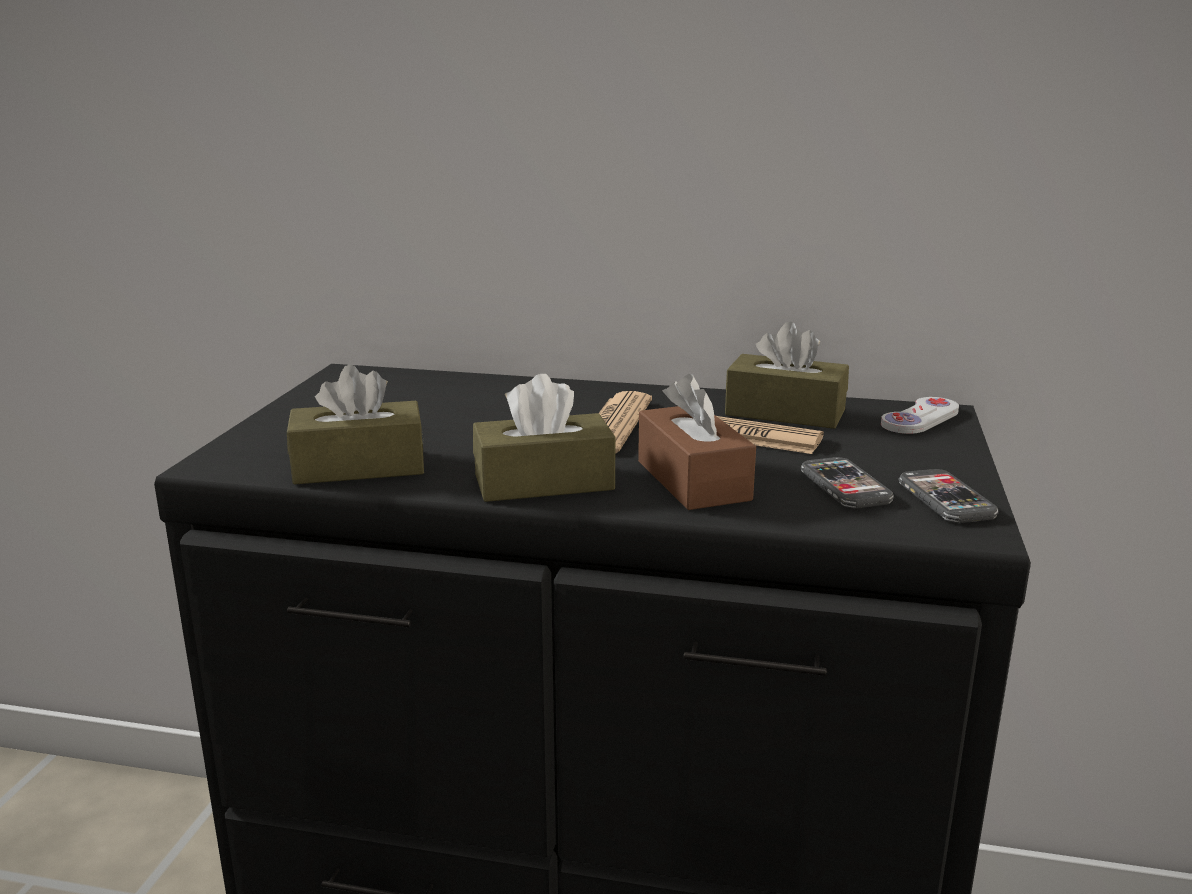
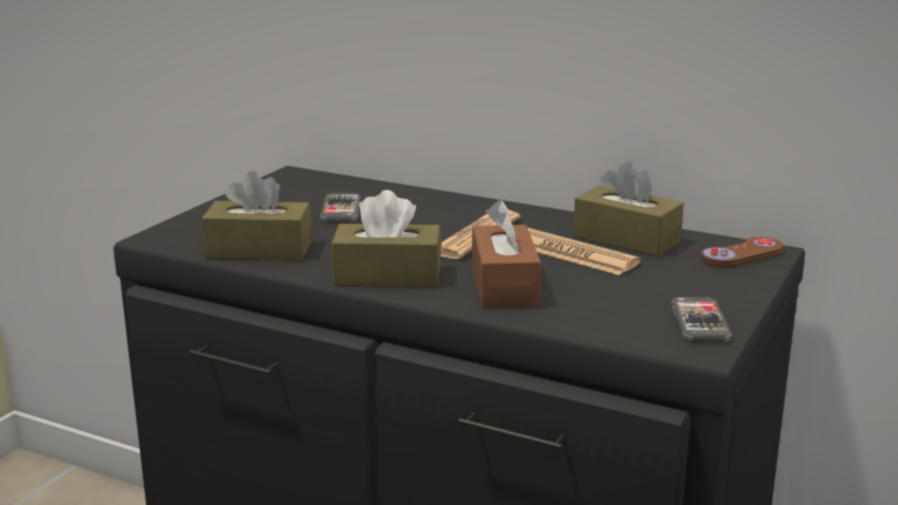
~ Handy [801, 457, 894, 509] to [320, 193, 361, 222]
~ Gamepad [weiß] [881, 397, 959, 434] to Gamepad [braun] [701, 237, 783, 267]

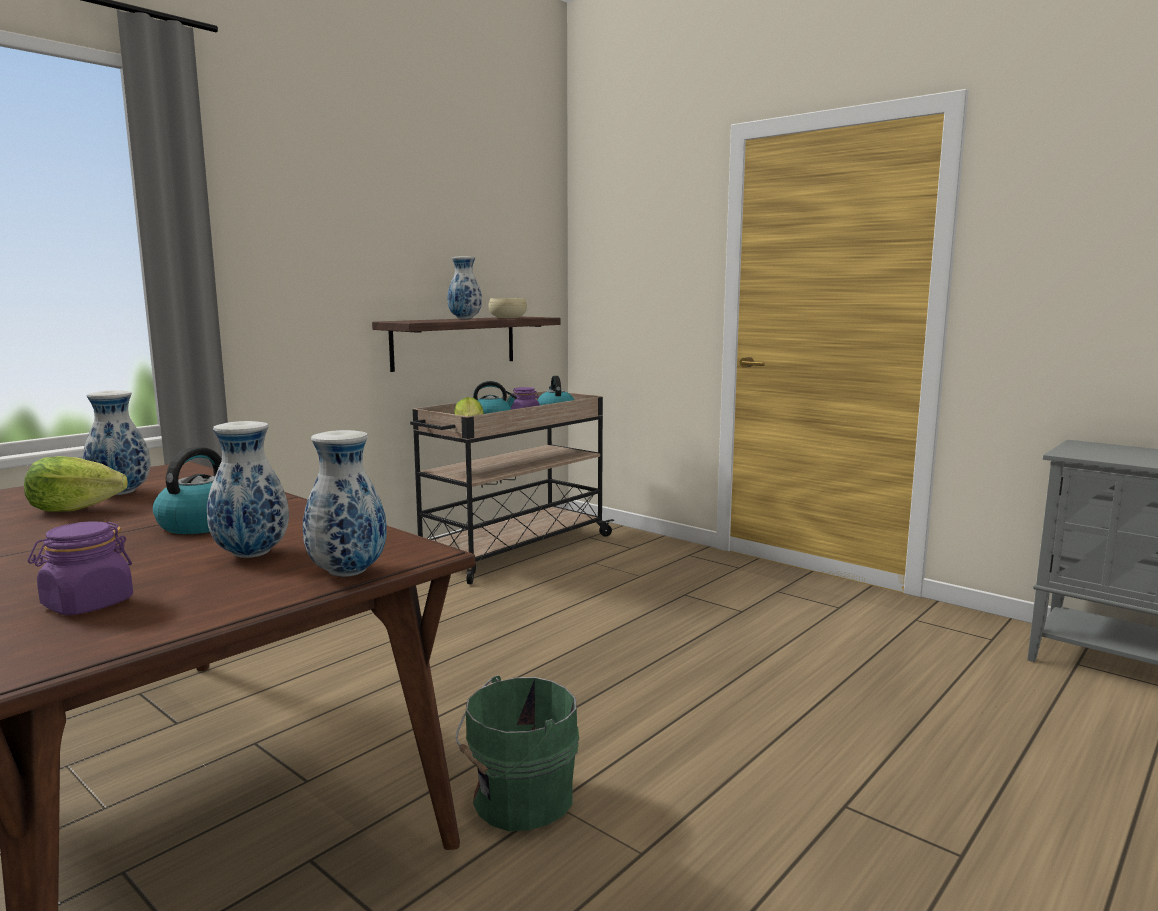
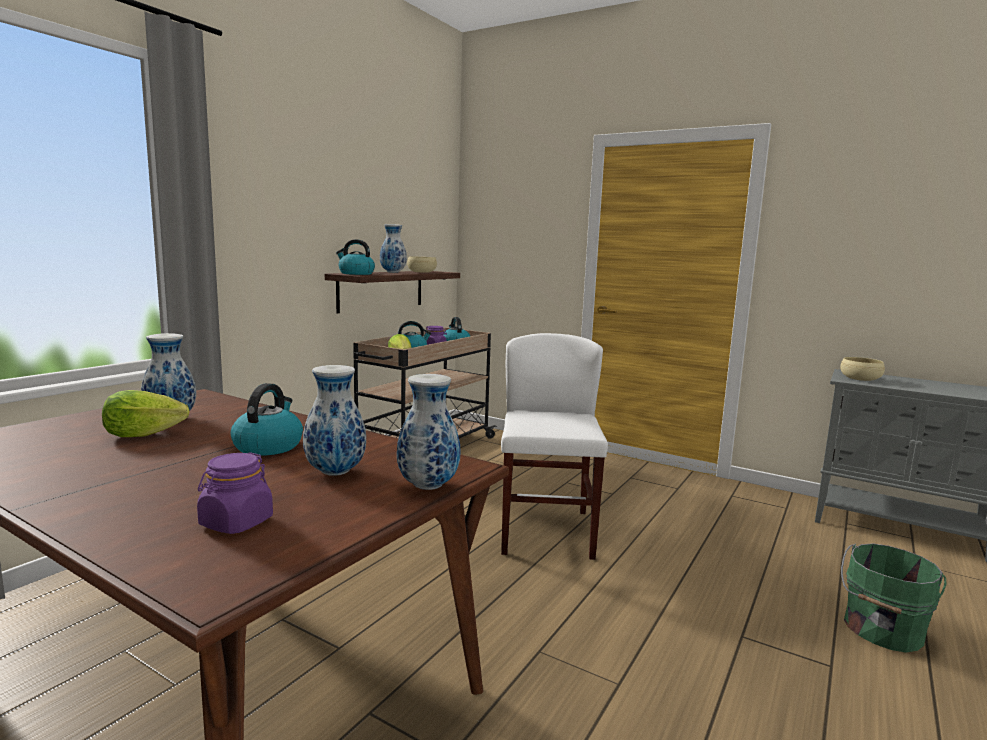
+ Wasserkessel [336, 239, 375, 275]
+ Stuhl [weiß] [501, 333, 608, 560]
+ Schüssel [beige] [840, 357, 885, 381]
~ Eimer [grün] [456, 675, 579, 831] to [841, 543, 946, 653]

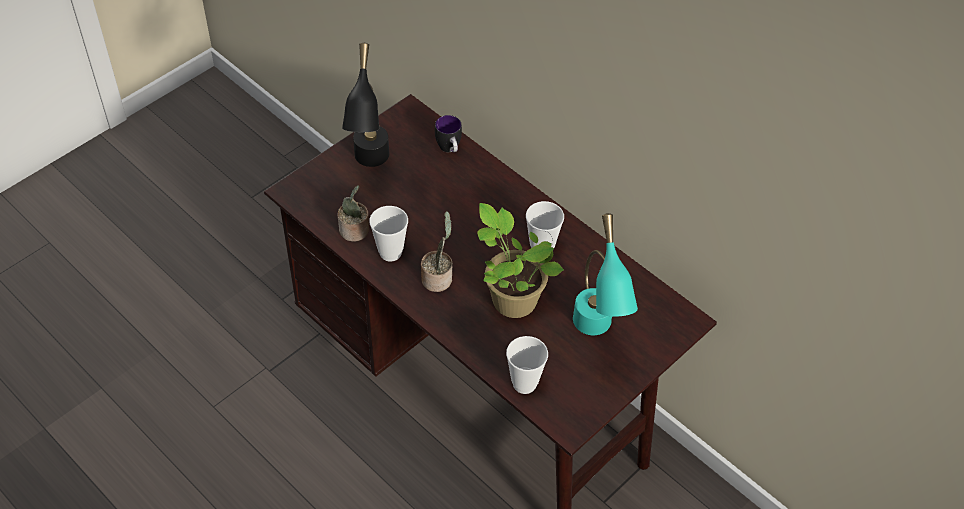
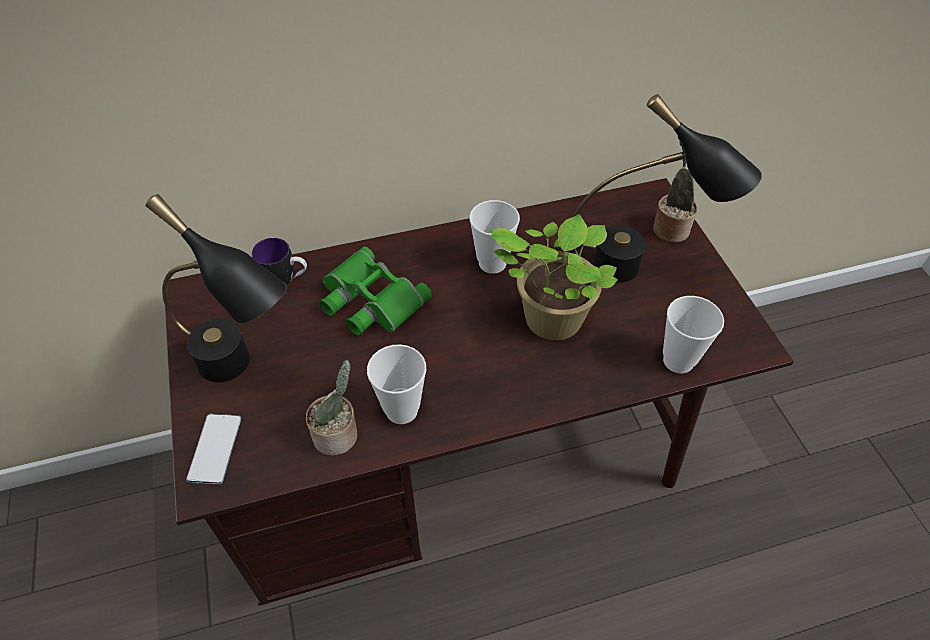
+ Handy [186, 414, 241, 485]
+ Fernglas [grün] [319, 247, 432, 336]
~ Tischlampe [türkis] [573, 213, 638, 335] to Tischlampe [schwarz] [573, 94, 762, 282]
~ Topfpflanze [421, 211, 453, 292] to [653, 136, 697, 243]

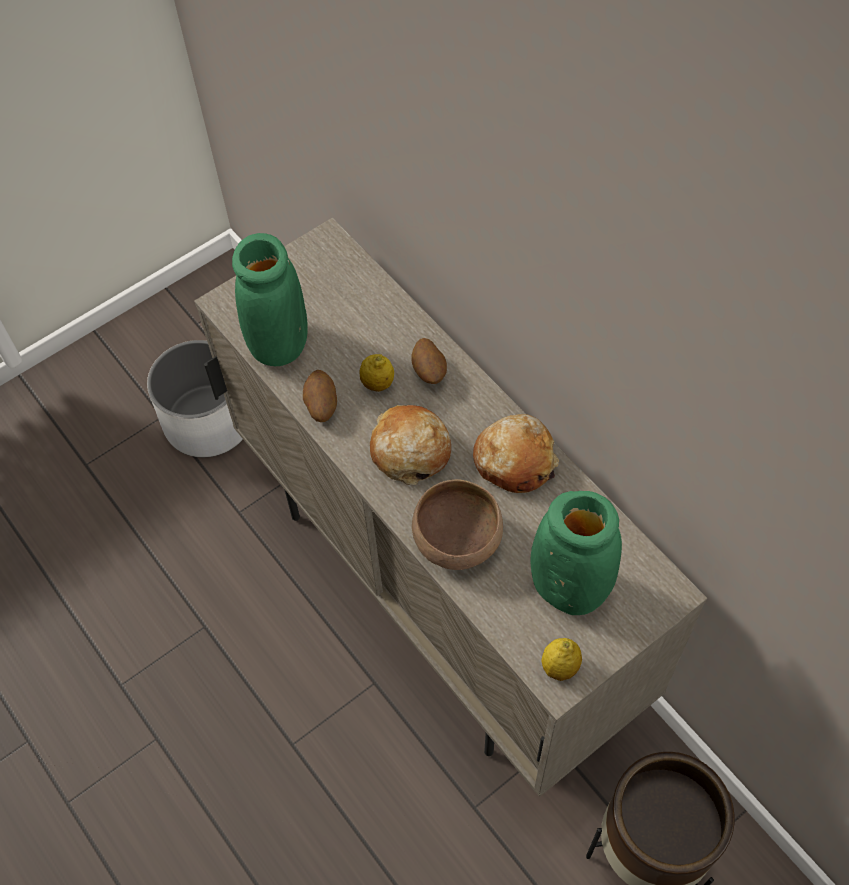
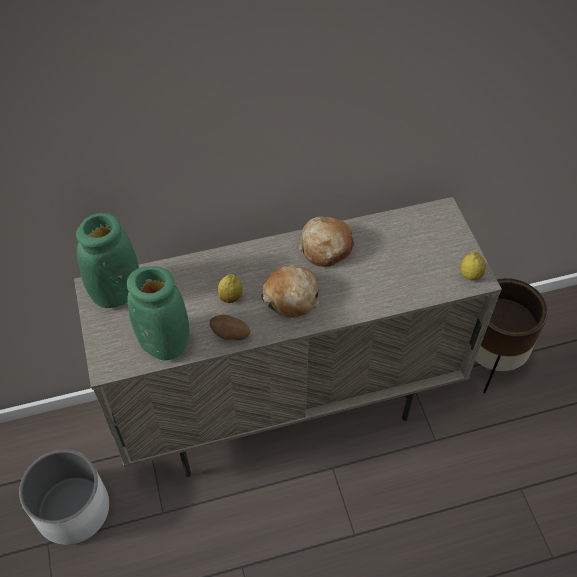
~ Vase [grün] [530, 491, 622, 615] to [76, 213, 139, 308]
- Kartoffel [412, 338, 447, 384]
- Schüssel [braun] [412, 479, 503, 570]

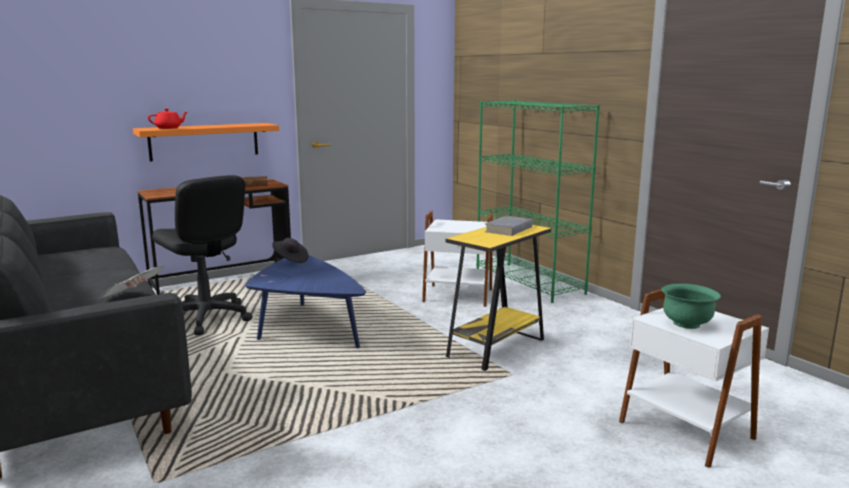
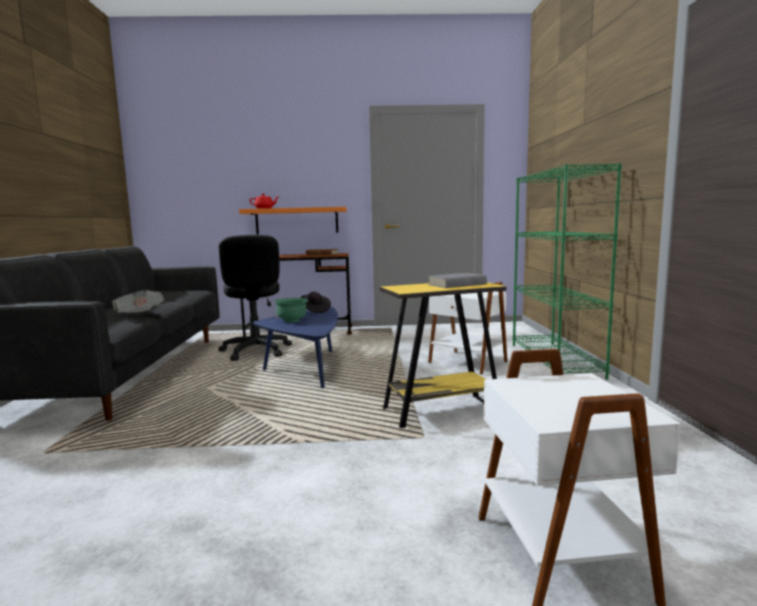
~ Schüssel [grün] [661, 283, 721, 329] to [274, 298, 308, 323]

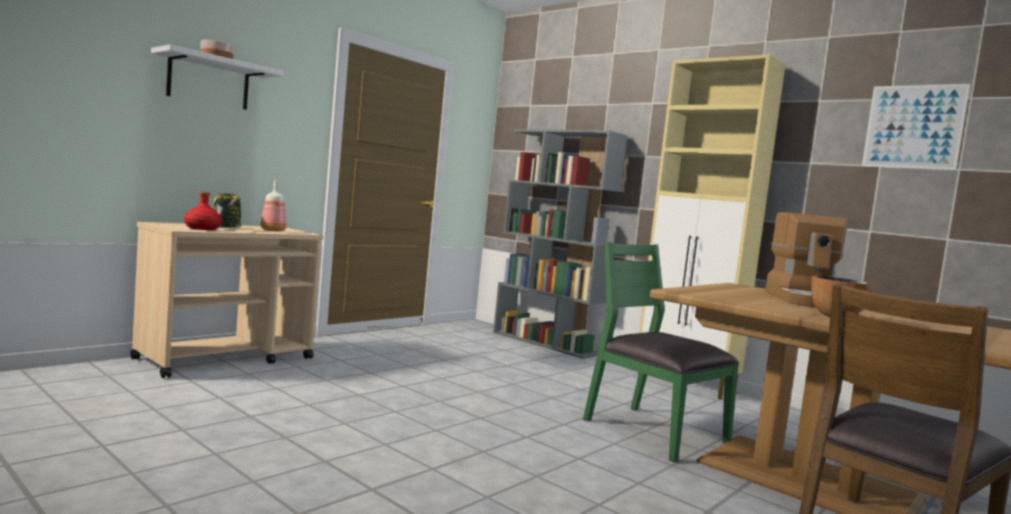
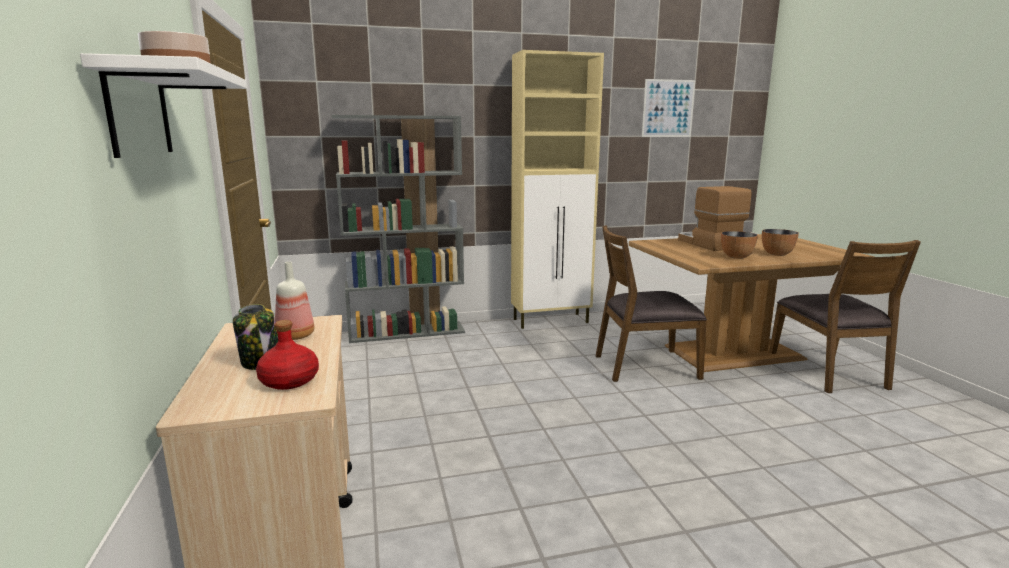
~ Stuhl [grün] [583, 242, 739, 463] to Stuhl [braun] [596, 225, 707, 382]
~ Kaffeemaschine [765, 212, 848, 307] = [678, 186, 751, 251] 150 degrees counterclockwise
+ Schüssel [721, 231, 758, 259]

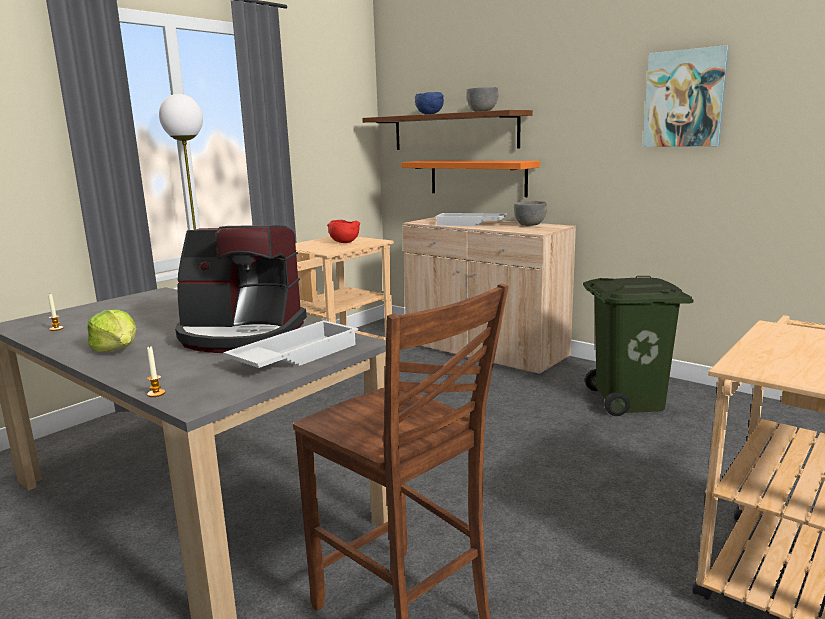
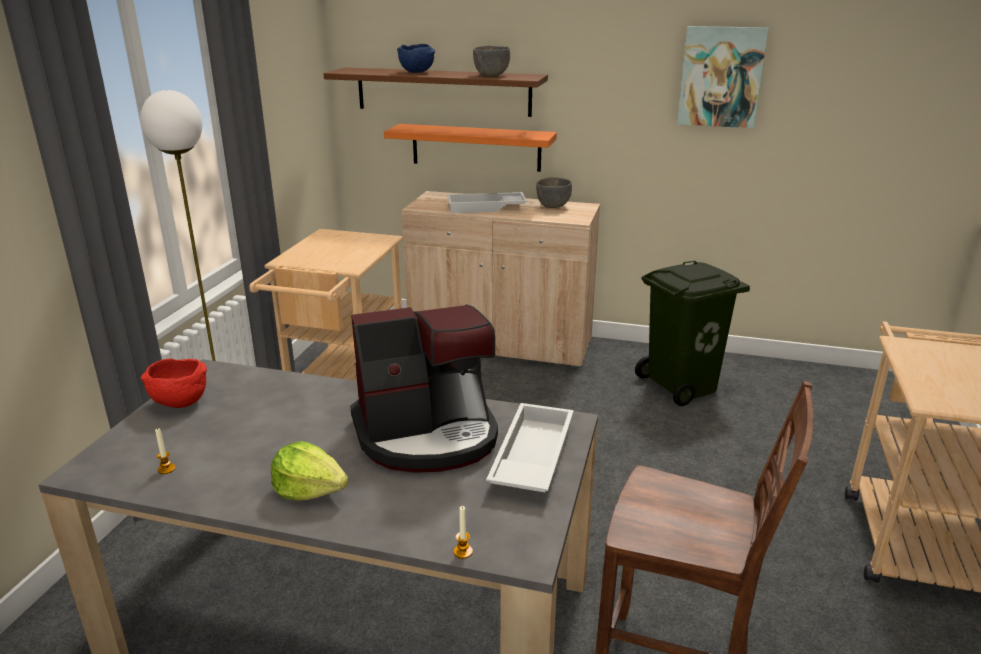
~ Schüssel [rot] [327, 220, 360, 243] to [141, 358, 207, 408]

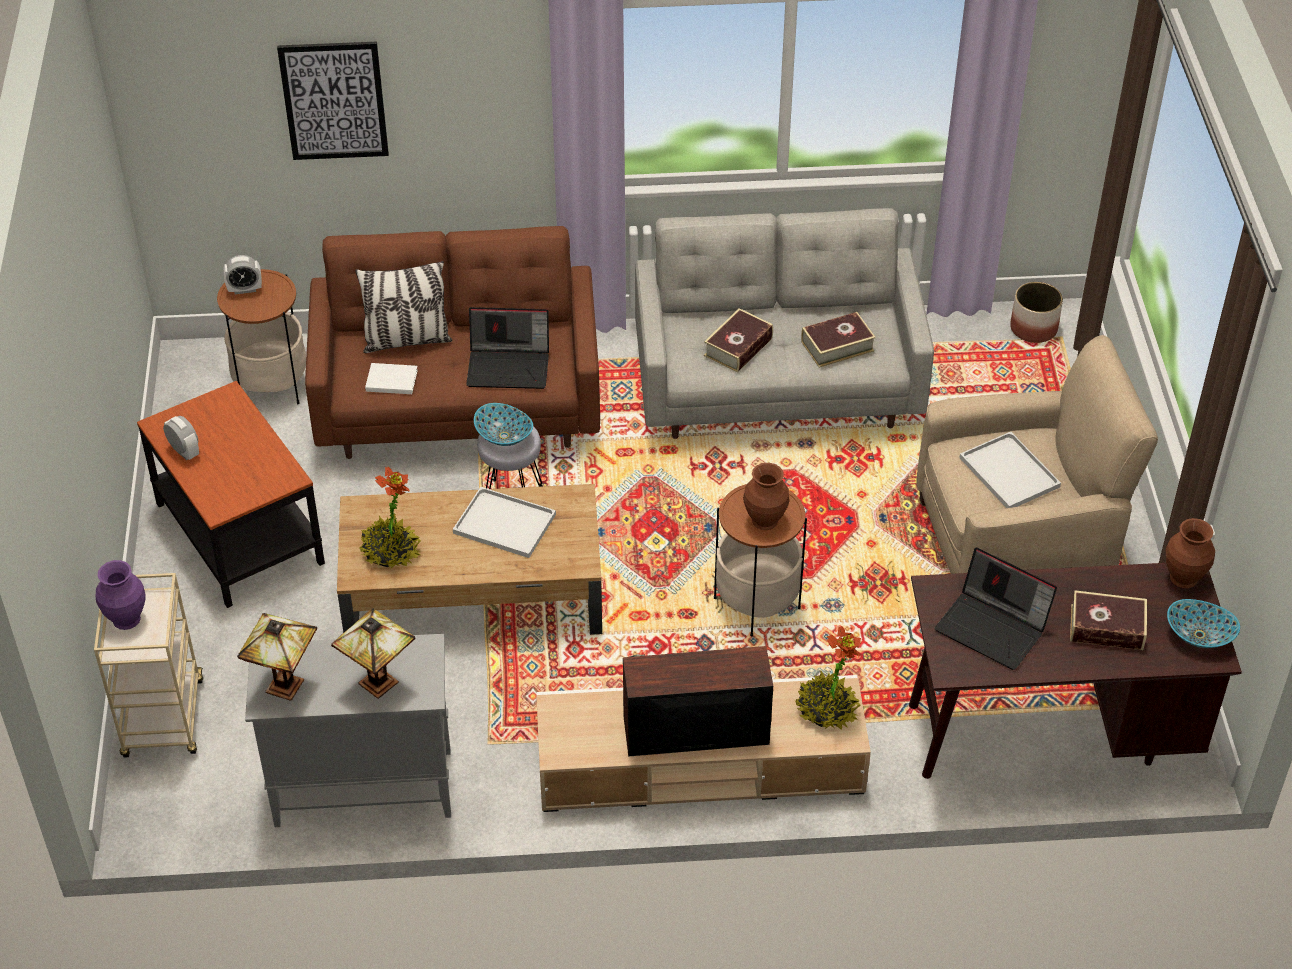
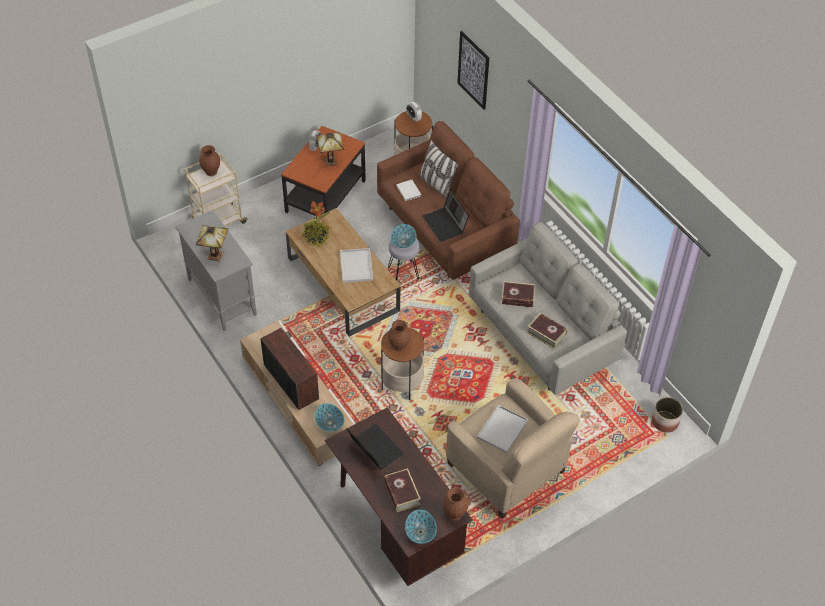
~ Vase [lila] [95, 560, 146, 630] to Vase [braun] [199, 145, 220, 176]
~ Topfpflanze [795, 626, 861, 730] to Schüssel [315, 403, 344, 431]
~ Tischlampe [237, 613, 317, 701] to [317, 132, 344, 167]
~ Laptop [934, 548, 1057, 670] = [346, 424, 404, 470] 135 degrees clockwise

